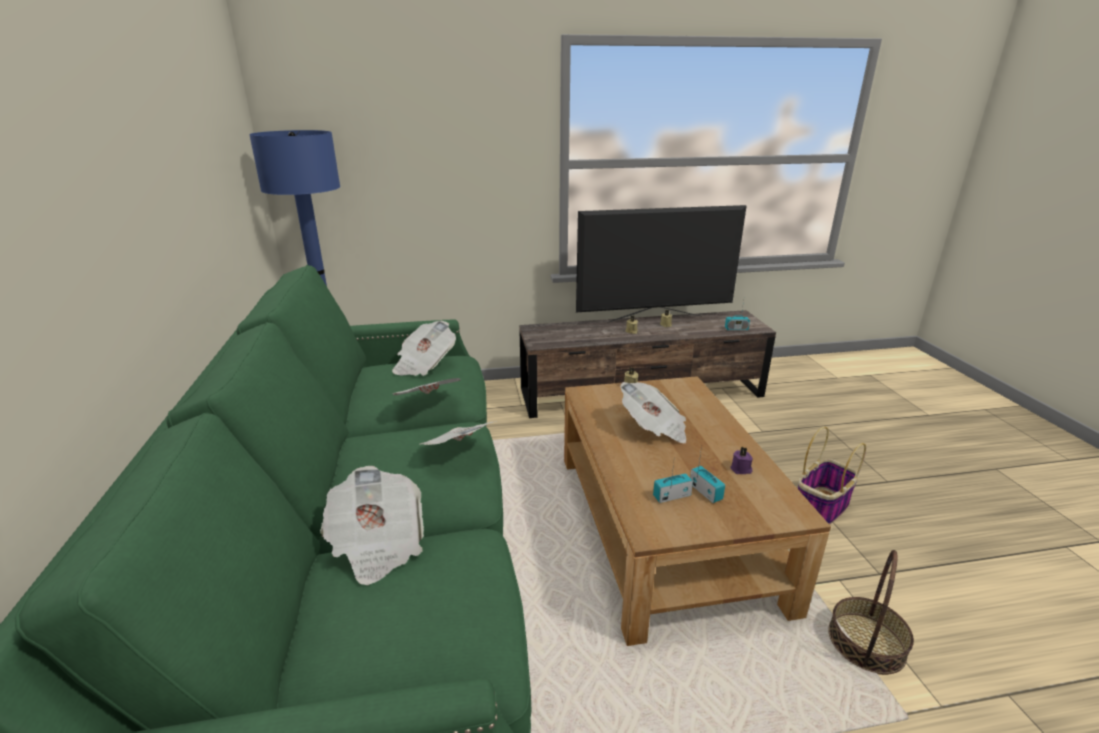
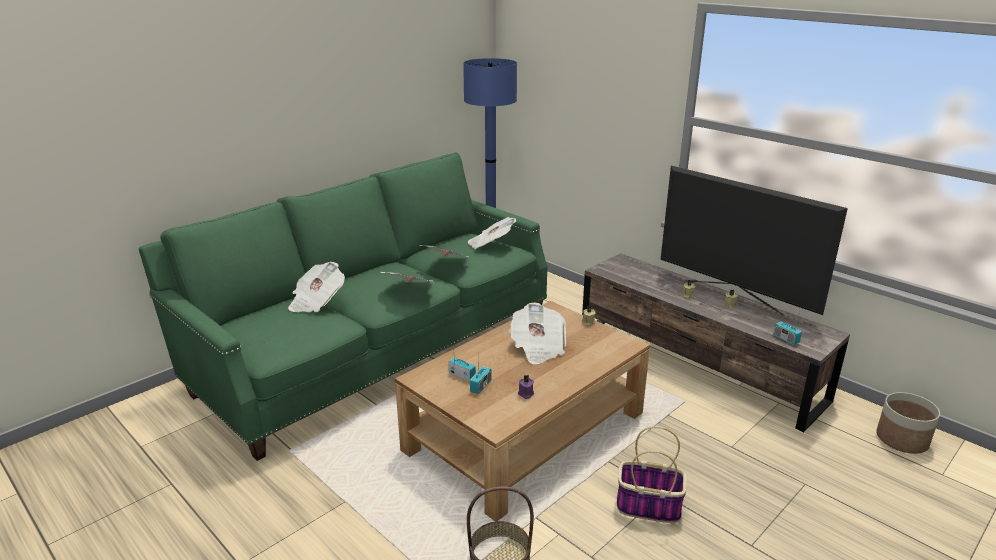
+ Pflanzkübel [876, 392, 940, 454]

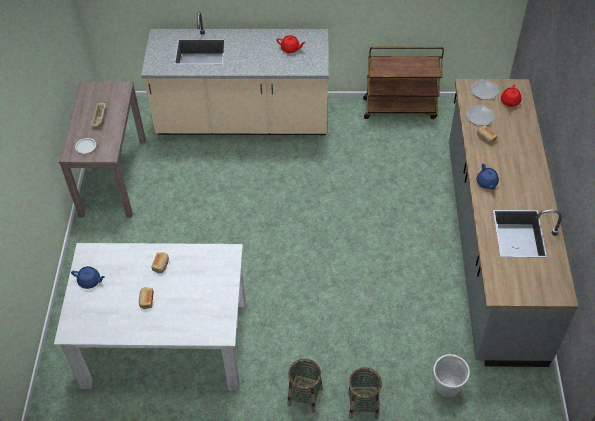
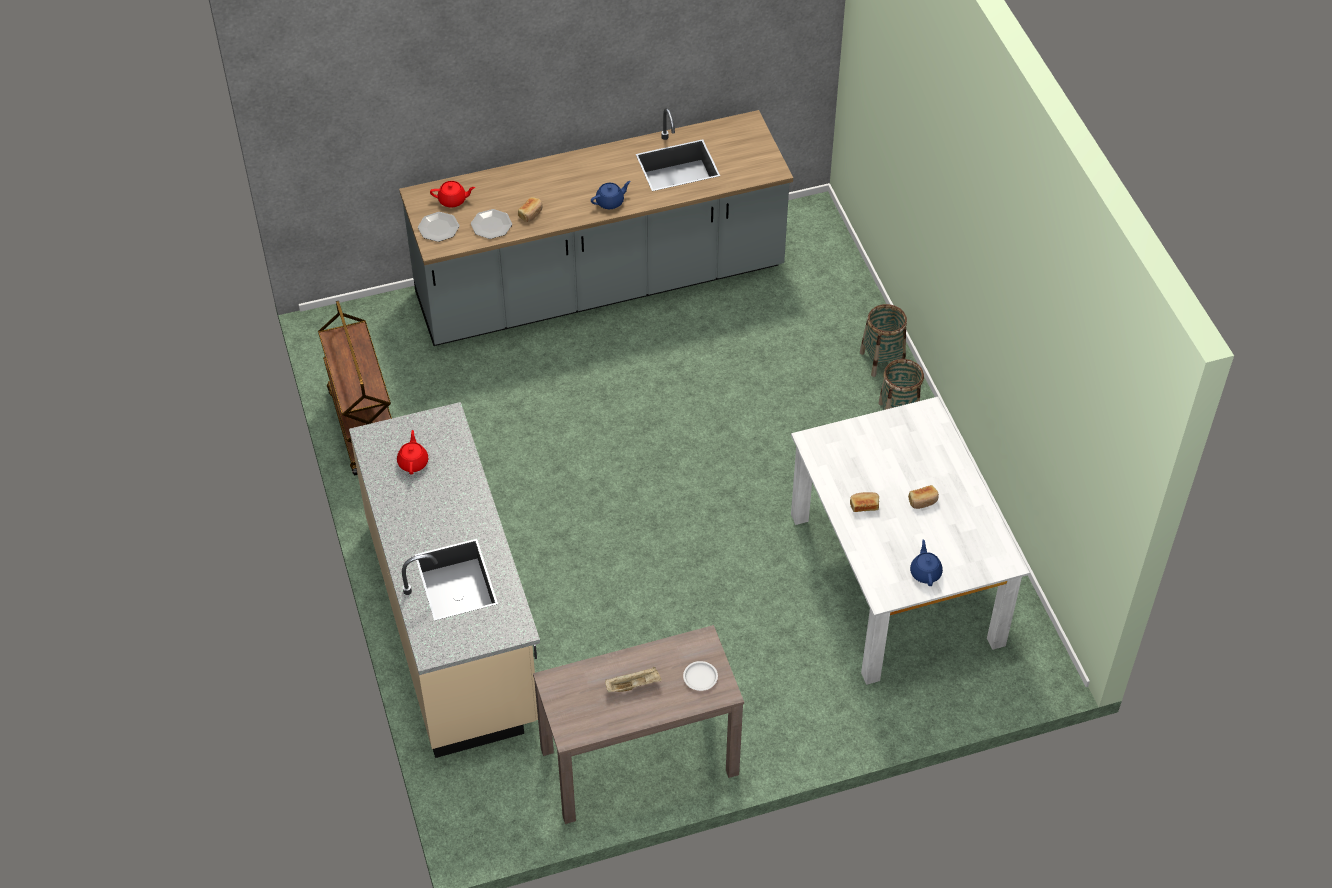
- Pflanzkübel [weiß] [433, 354, 470, 397]

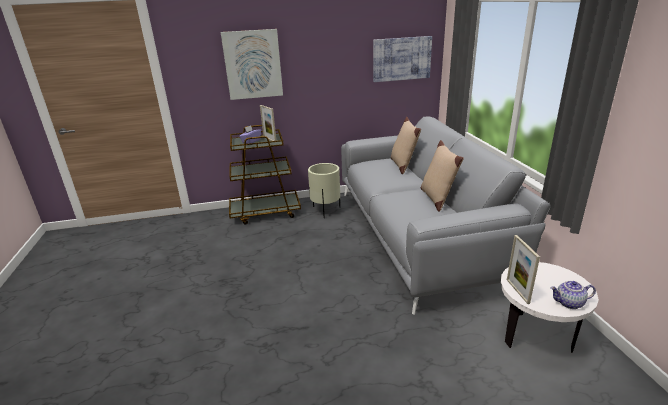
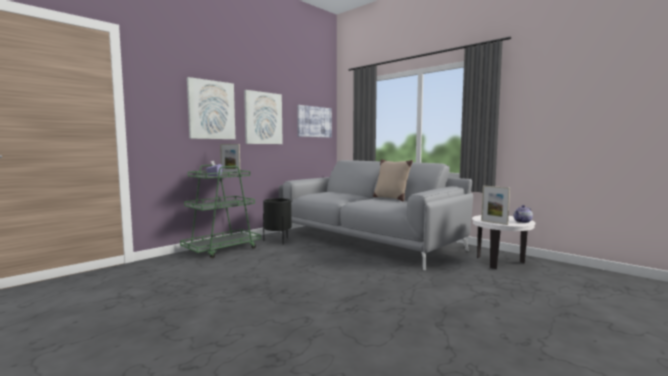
~ Rollwagen [braun] [229, 125, 301, 224] to Rollwagen [grün] [180, 165, 261, 258]
+ Bild [244, 90, 283, 144]
~ Pflanzkübel [beige] [308, 163, 340, 218] to Pflanzkübel [schwarz] [263, 198, 292, 244]
- Kissen [beige] [391, 117, 421, 175]

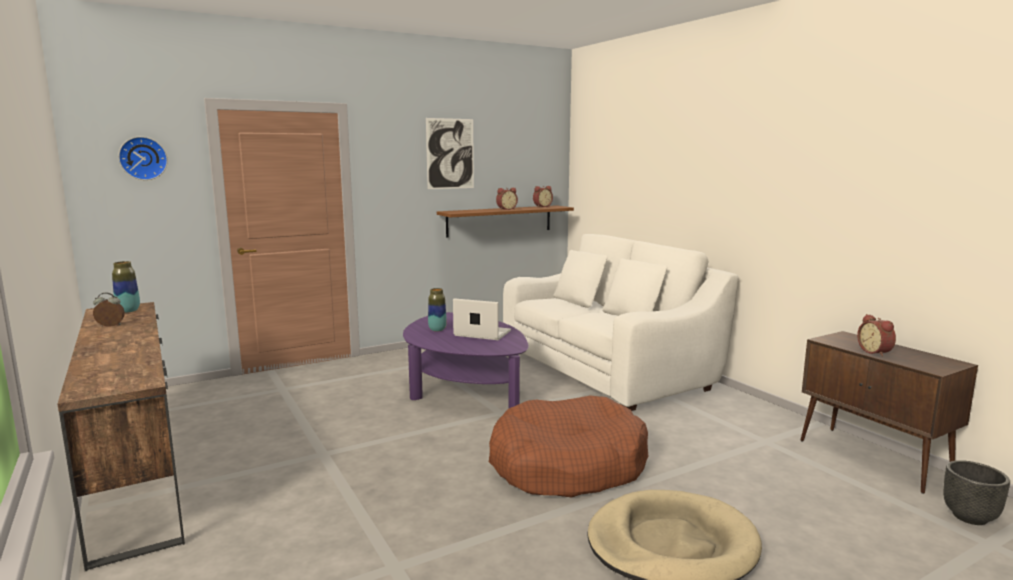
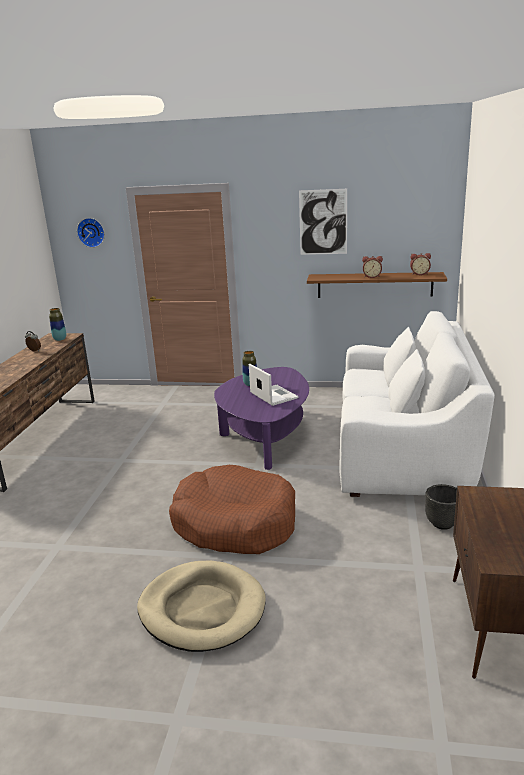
~ Pflanzkübel [schwarz] [943, 460, 1010, 525] to [425, 484, 457, 530]
- Wecker [857, 314, 896, 357]

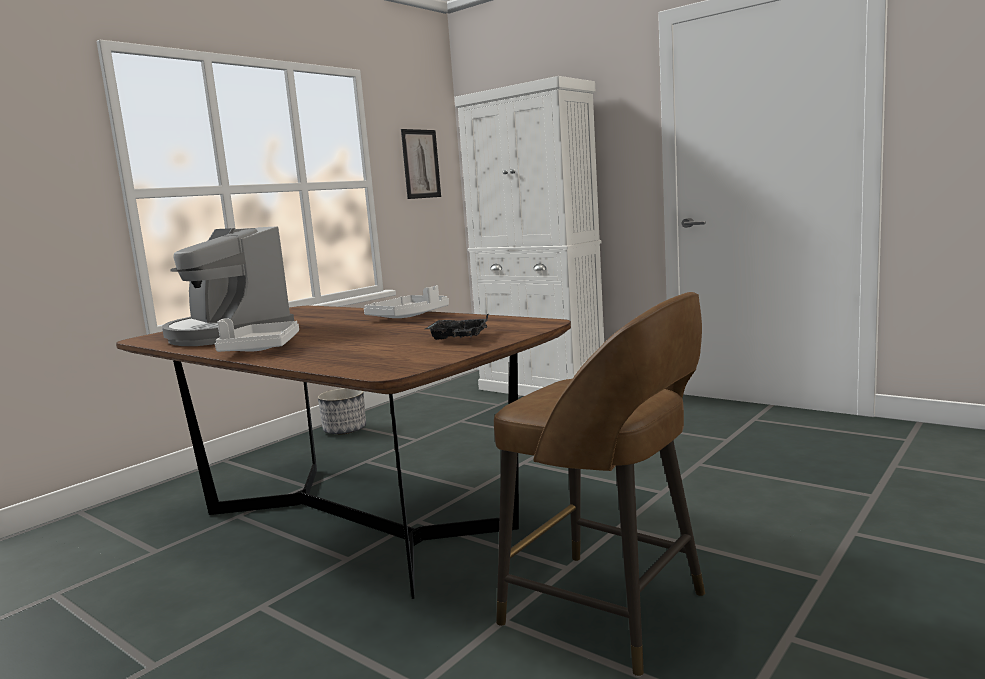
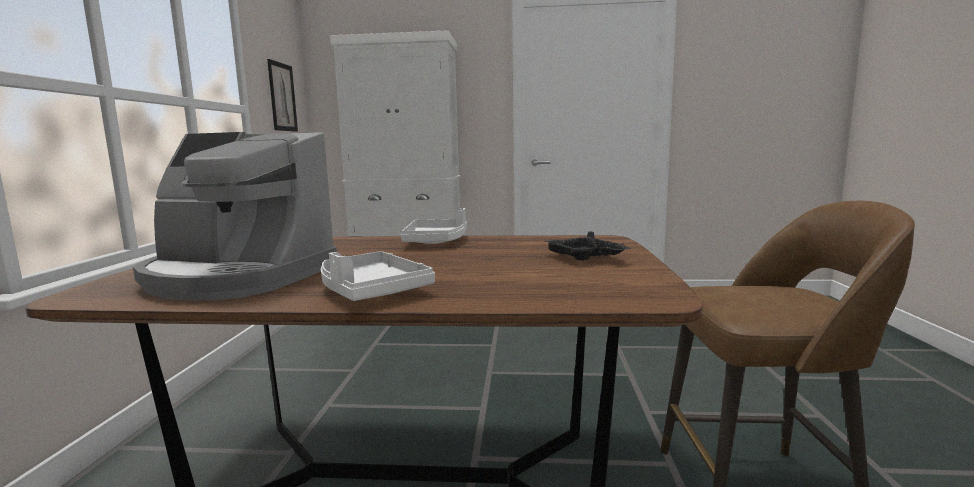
- Pflanzkübel [318, 388, 366, 434]

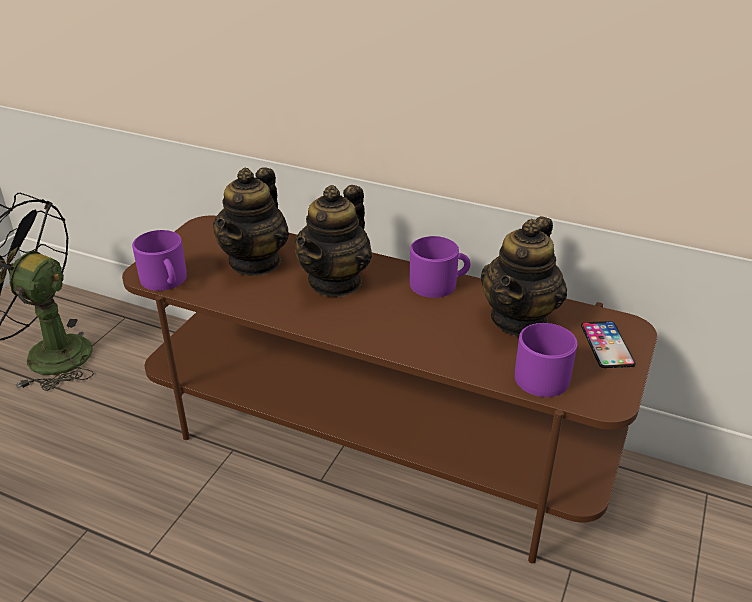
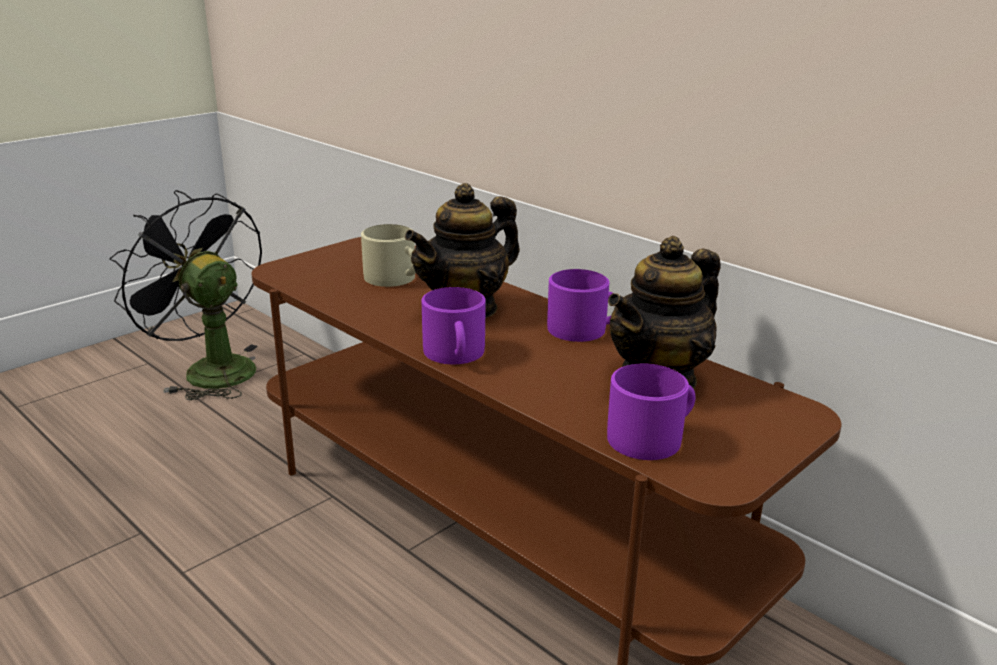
~ Teekanne [213, 167, 289, 276] to Henkelbecher [beige] [361, 224, 416, 287]
~ Henkelbecher [lila] [132, 230, 187, 291] to [422, 287, 486, 364]
- Handy [581, 321, 636, 368]

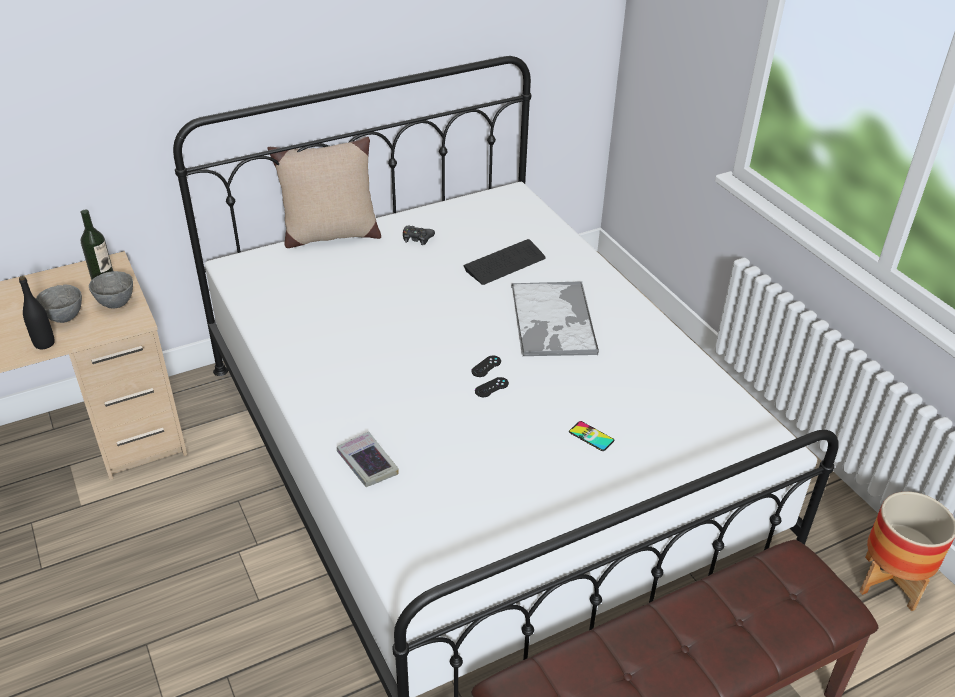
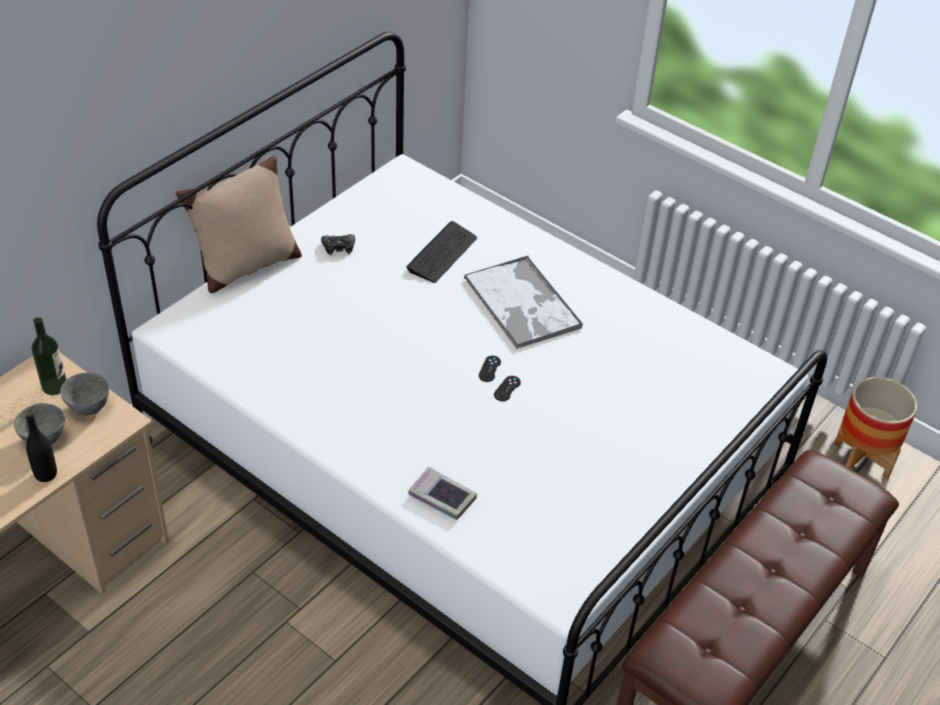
- Handy [569, 421, 614, 451]

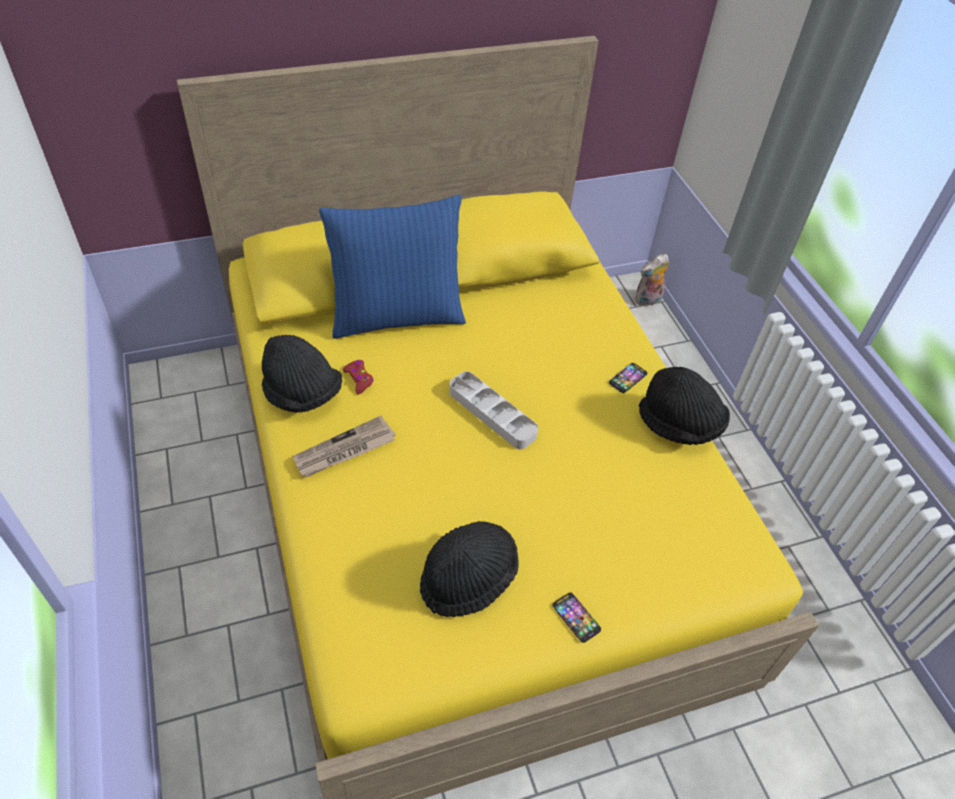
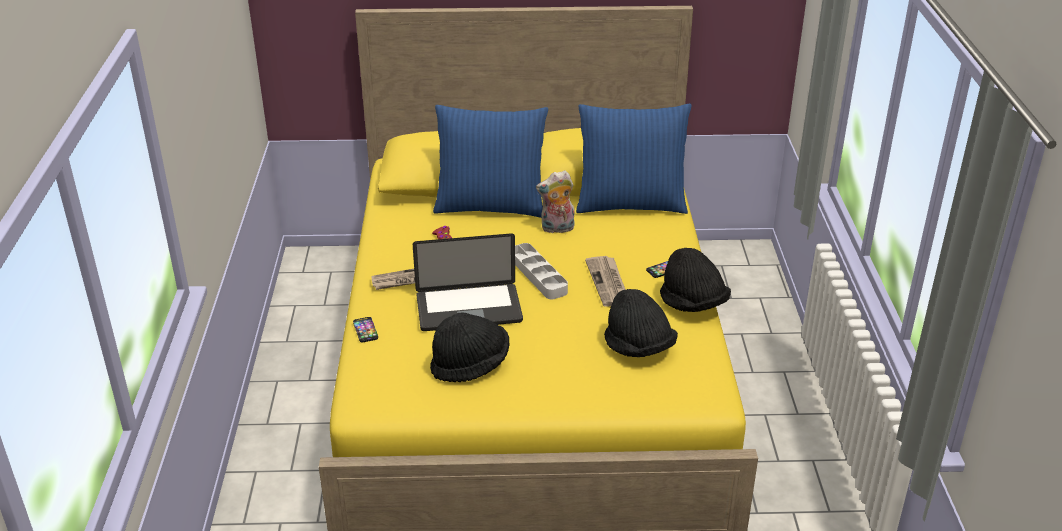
~ Handy [553, 593, 601, 643] to [353, 317, 378, 342]
+ Laptop [413, 233, 523, 331]
~ Plüschtier [635, 254, 669, 306] to [536, 170, 575, 233]
+ Kissen [blau] [576, 104, 692, 214]
+ Zeitung [585, 256, 626, 307]
~ Hut [schwarz] [262, 335, 342, 413] to [604, 289, 678, 357]

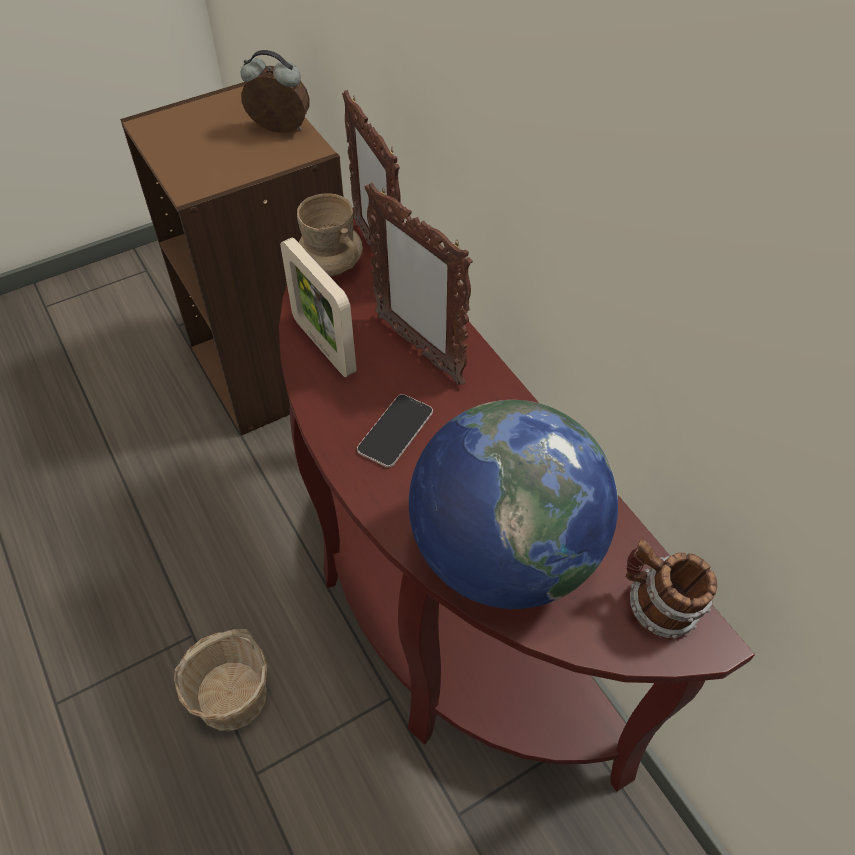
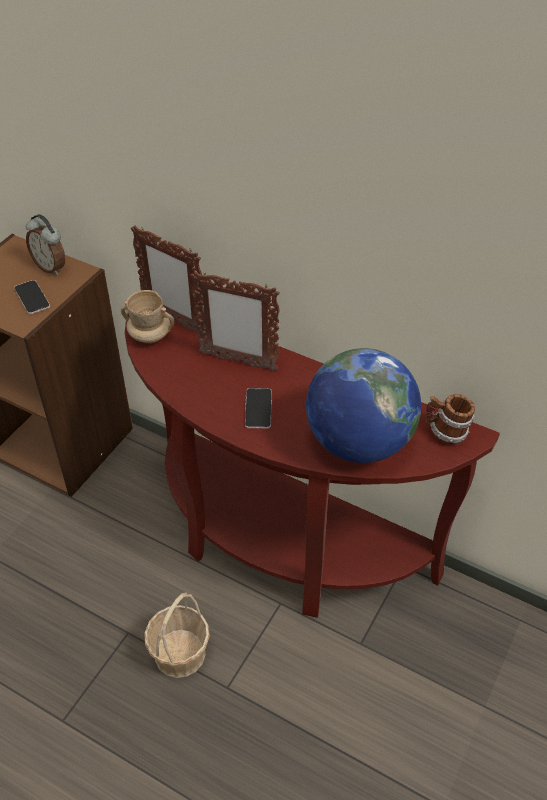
+ Handy [14, 280, 50, 314]
~ Wecker [240, 50, 310, 133] = [26, 214, 65, 275] 120 degrees counterclockwise
- Bilderrahmen [280, 237, 357, 377]

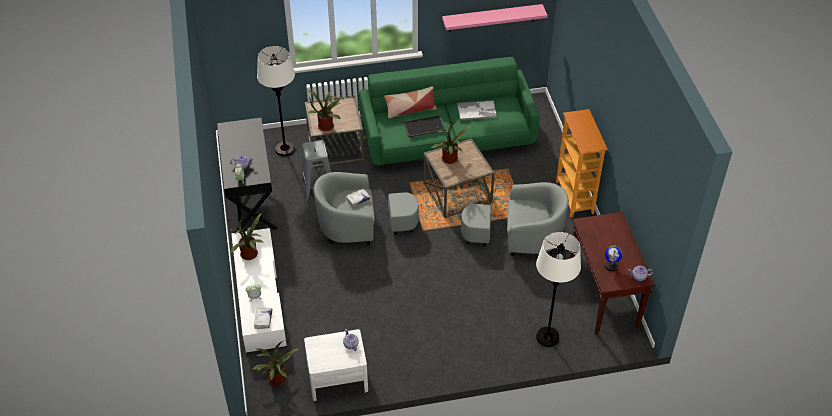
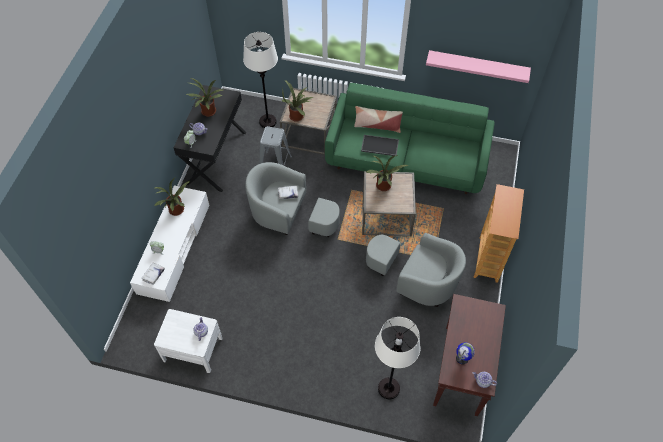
~ Topfpflanze [253, 340, 300, 386] to [186, 78, 223, 117]
- Tablett [457, 100, 497, 120]

